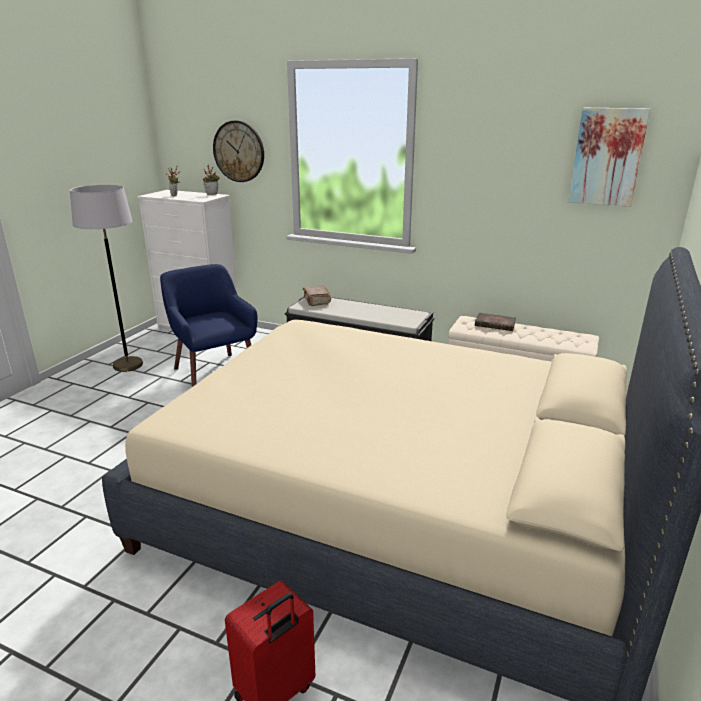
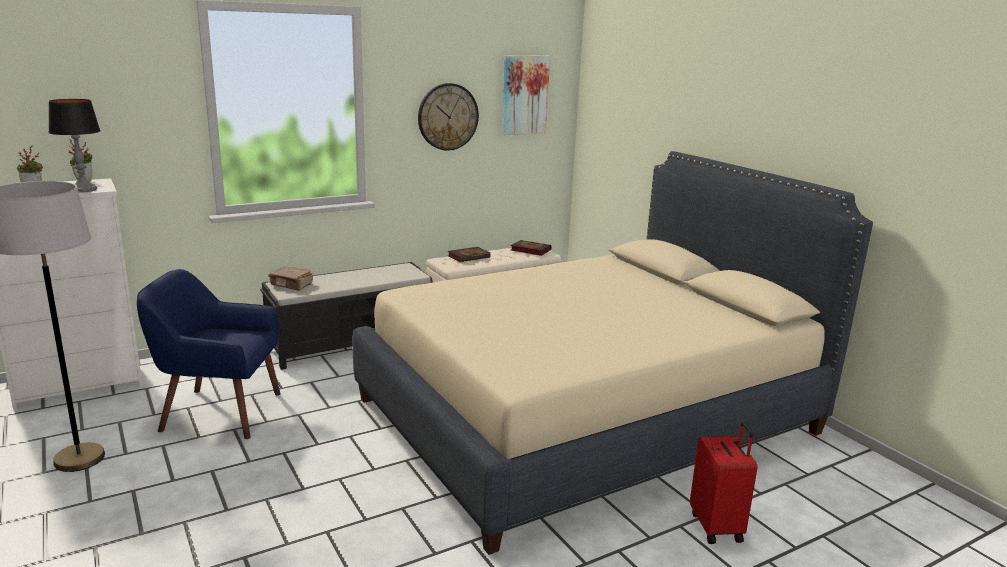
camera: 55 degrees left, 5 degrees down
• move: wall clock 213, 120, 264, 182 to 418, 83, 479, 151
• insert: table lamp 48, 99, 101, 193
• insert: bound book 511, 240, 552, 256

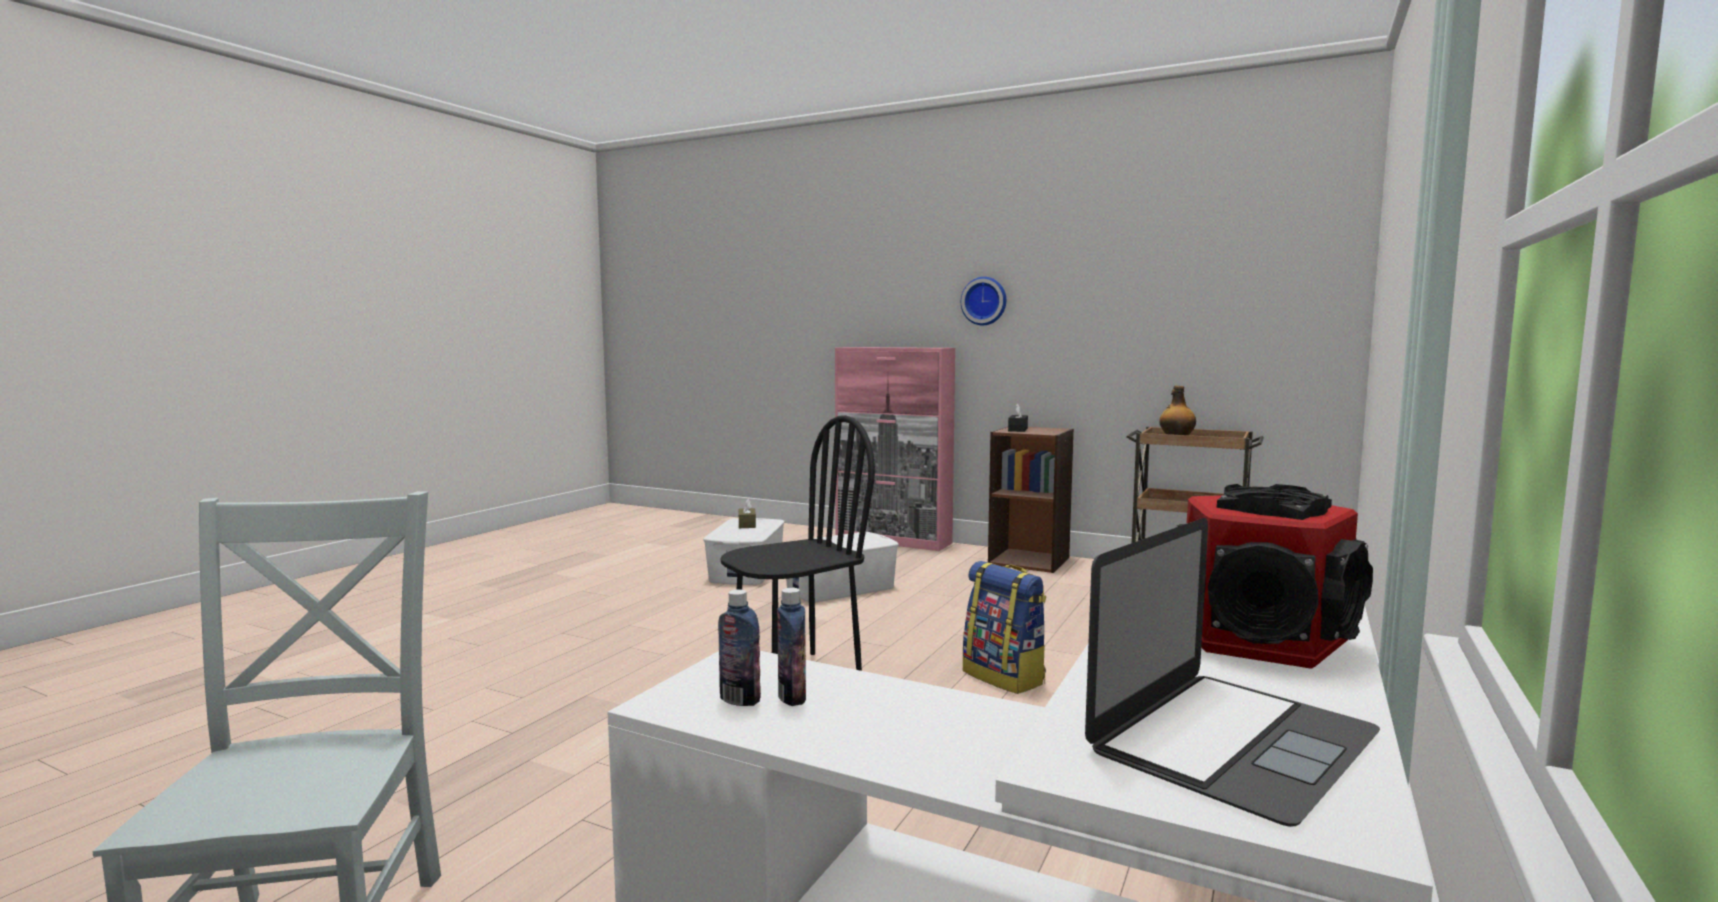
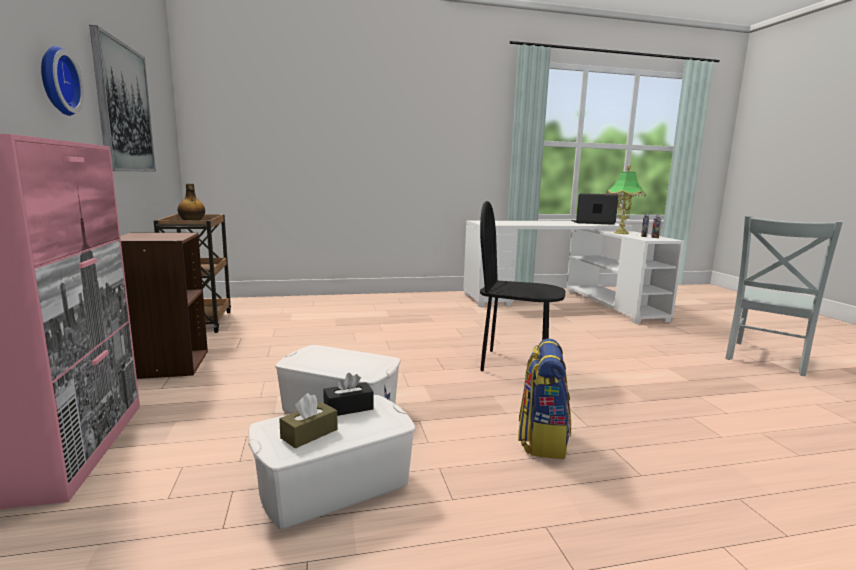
camera: 130 degrees left, 5 degrees up
• move: backpack 963, 561, 1046, 694 to 518, 339, 571, 459
• move: black-coloured tissue box 1008, 404, 1028, 432 to 323, 373, 374, 416
• delete: speaker 1176, 484, 1373, 669
• insert: wall picture 89, 25, 156, 171
• insert: table lamp 606, 166, 646, 234

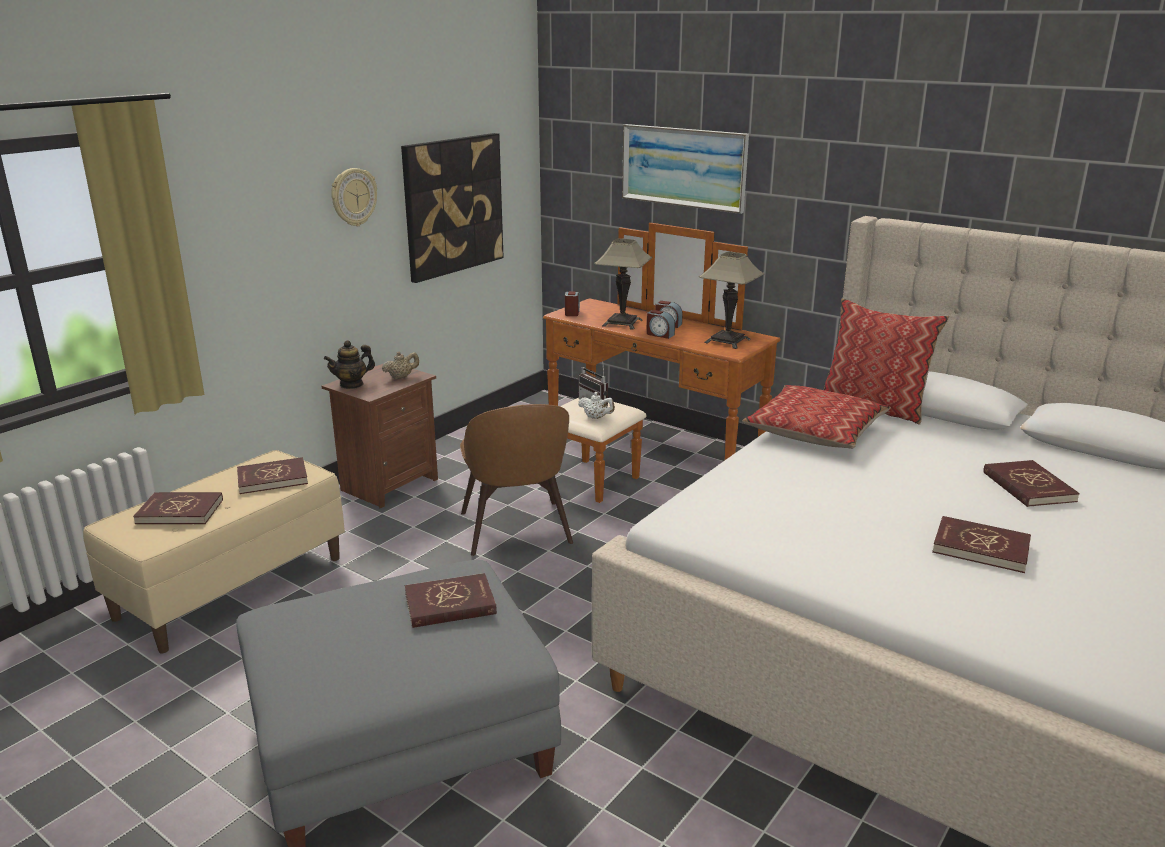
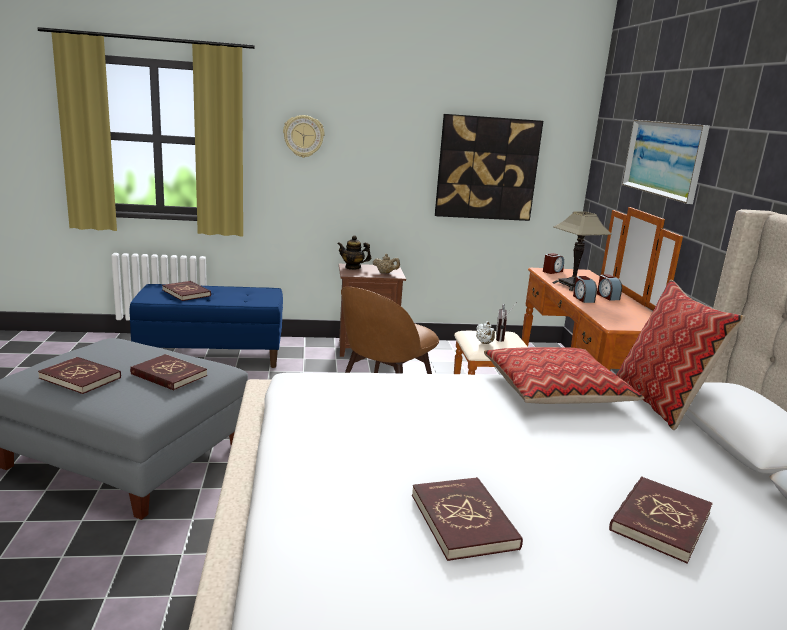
camera: 45 degrees right, 5 degrees down
• recolor: beige-coloured long seat 83, 450, 345, 653 to bluish long seat 129, 284, 283, 368
• move: red bound book 237, 457, 308, 494 to 38, 357, 121, 394
• move: wall clock 331, 168, 377, 226 to 283, 115, 324, 158
• delete: table lamp 699, 252, 764, 349

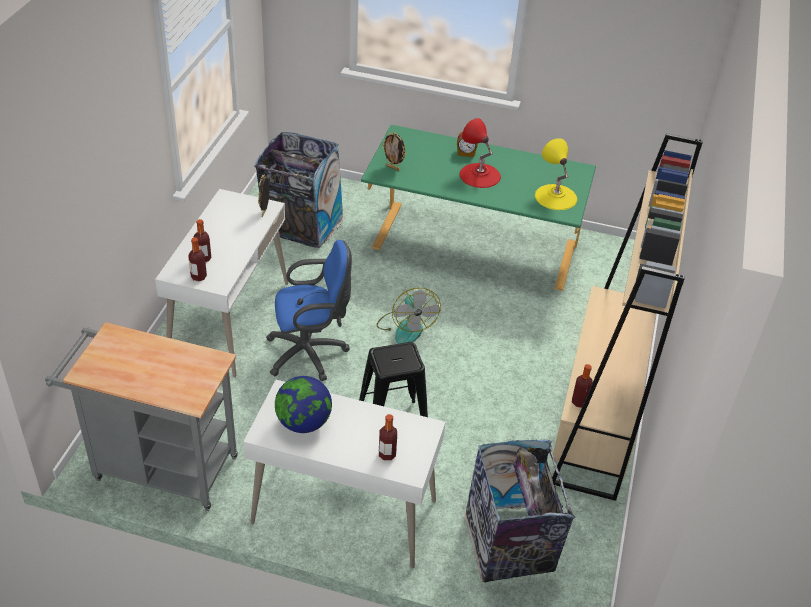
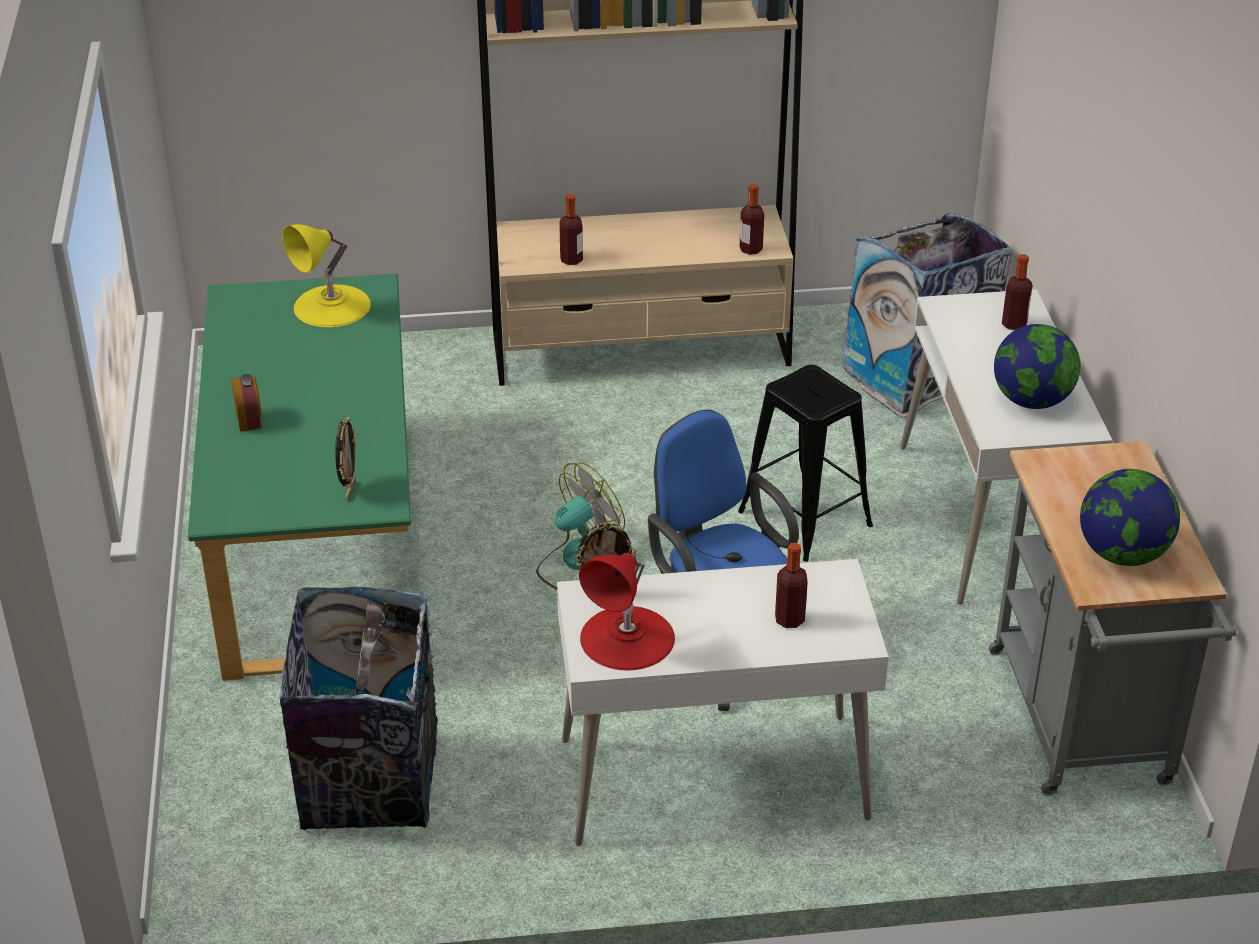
camera: 110 degrees left, 5 degrees down
• move: drink bottle 188, 237, 207, 281 to 559, 194, 583, 265
• move: red table lamp 459, 118, 501, 188 to 579, 553, 675, 670
• insert: desk globe 1080, 469, 1180, 566

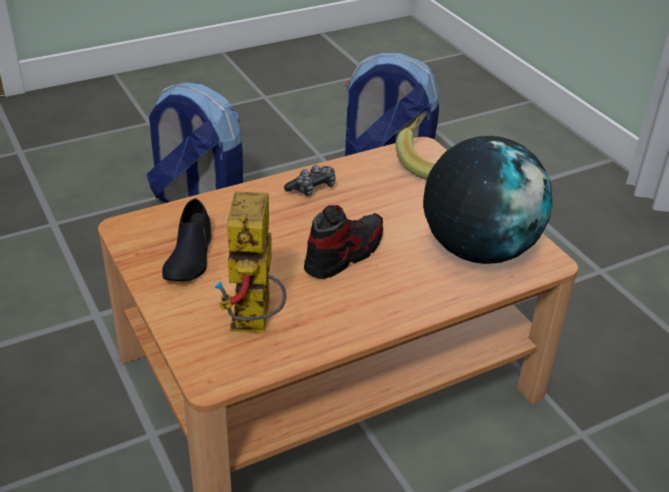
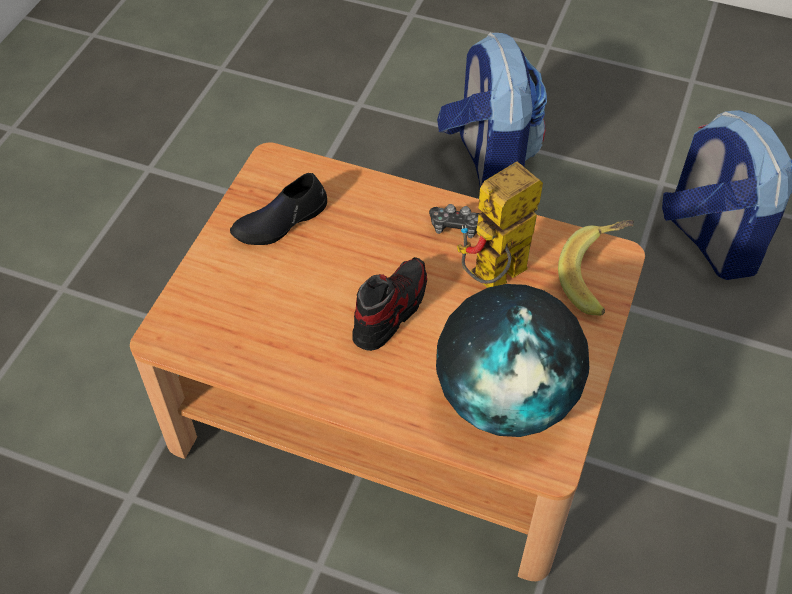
camera: 50 degrees right, 15 degrees up
• move: toy robot 214, 191, 286, 333 to 457, 162, 543, 288
• rotate: low shoe 304, 205, 383, 279 = 352, 257, 427, 351 60 degrees counterclockwise

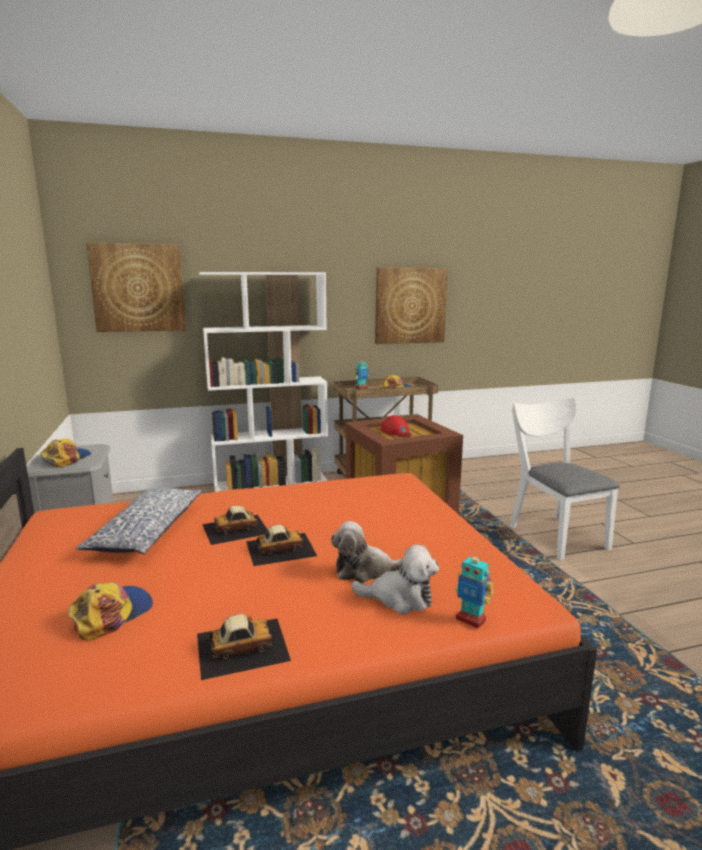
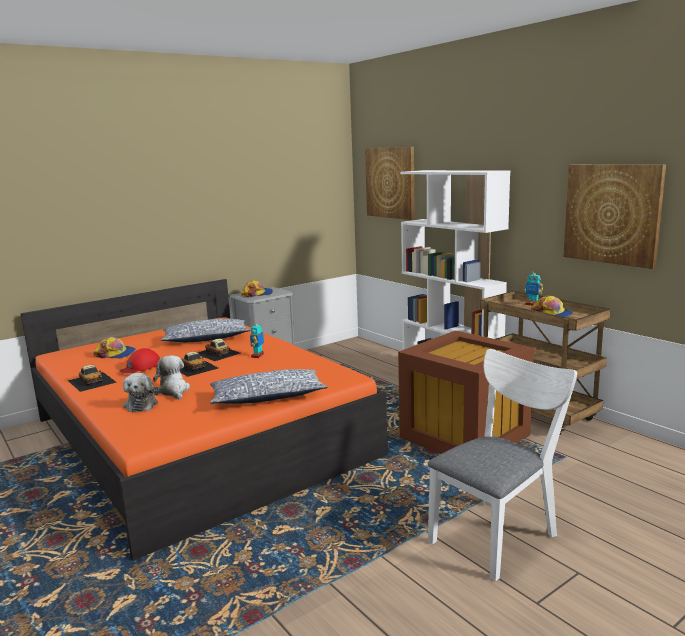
camera: 70 degrees right, 0 degrees up
• move: red cap 381, 415, 412, 437 to 119, 348, 160, 373
• move: toy robot 455, 551, 494, 629 to 250, 320, 264, 358
• insert: cushion 210, 369, 328, 404

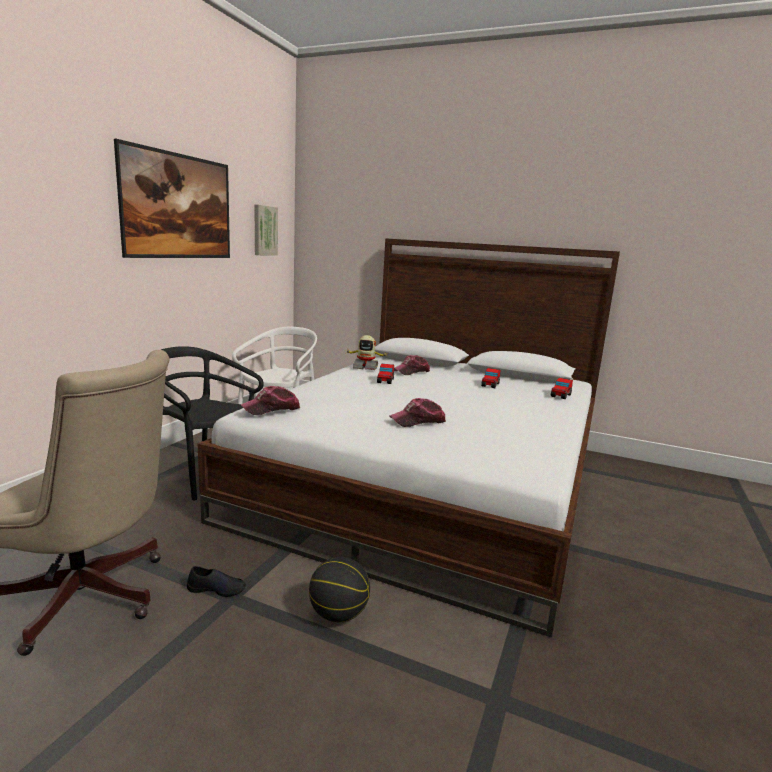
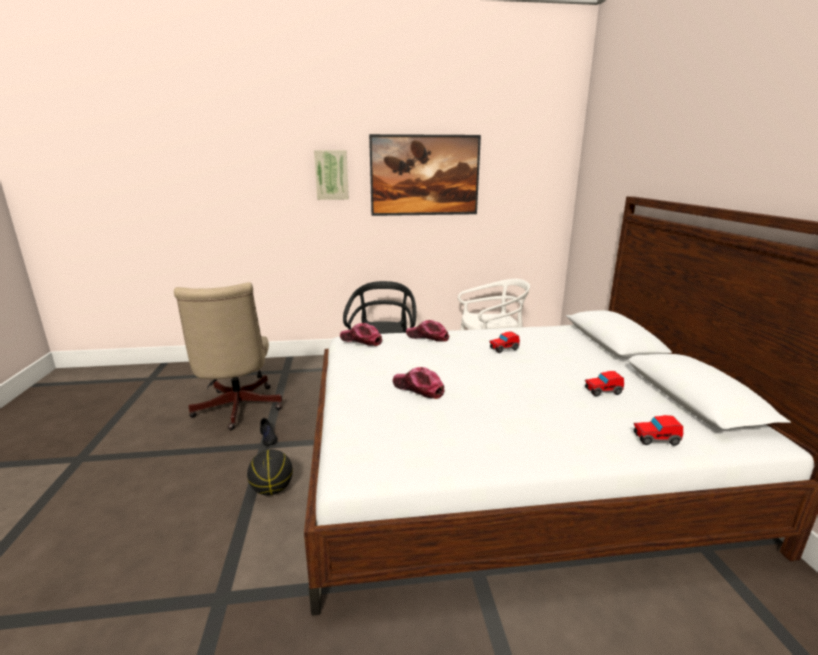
camera: 60 degrees right, 5 degrees up
• move: wall picture 254, 204, 278, 256 to 314, 150, 349, 200
• delete: toy robot 345, 335, 386, 370
• move: cap 394, 355, 430, 375 to 406, 320, 449, 342

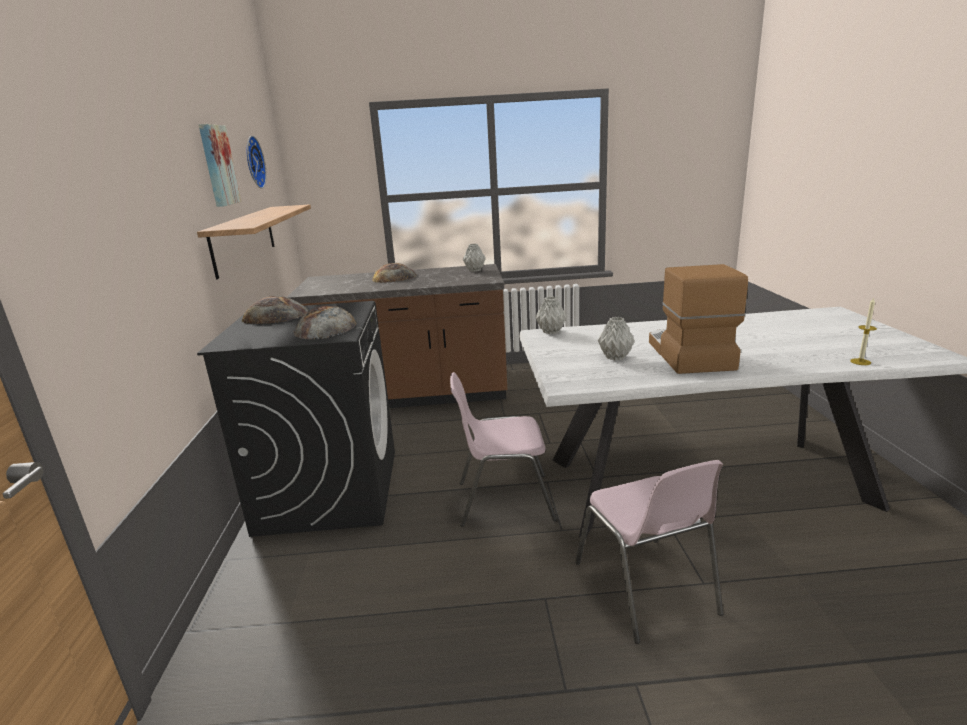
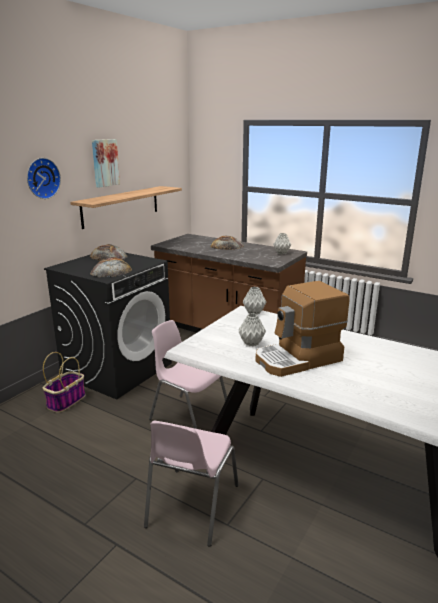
camera: 35 degrees right, 0 degrees up
• move: wall clock 246, 136, 267, 189 to 27, 158, 61, 199
• rotate: coffee machine 649, 264, 748, 374 = 255, 281, 349, 377 150 degrees counterclockwise
• delete: wax light 850, 297, 877, 365
• insert: basket 43, 352, 86, 413

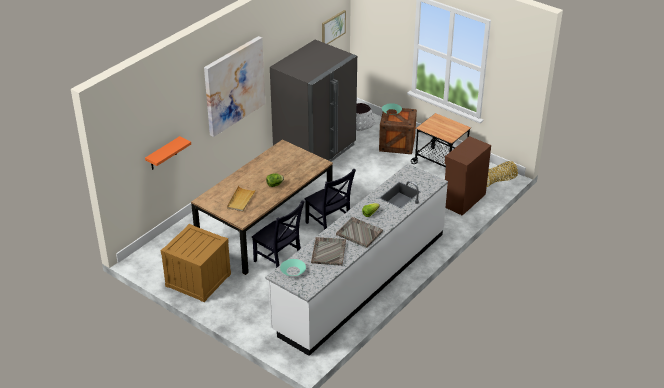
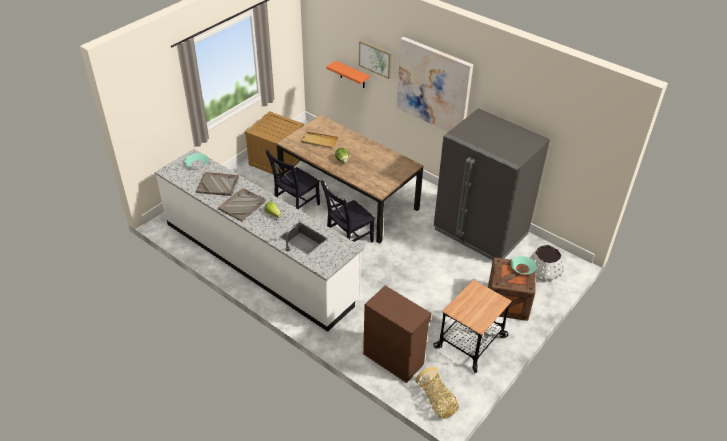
camera: 90 degrees right, 5 degrees up
• move: wall picture 322, 10, 346, 44 to 359, 40, 392, 79

